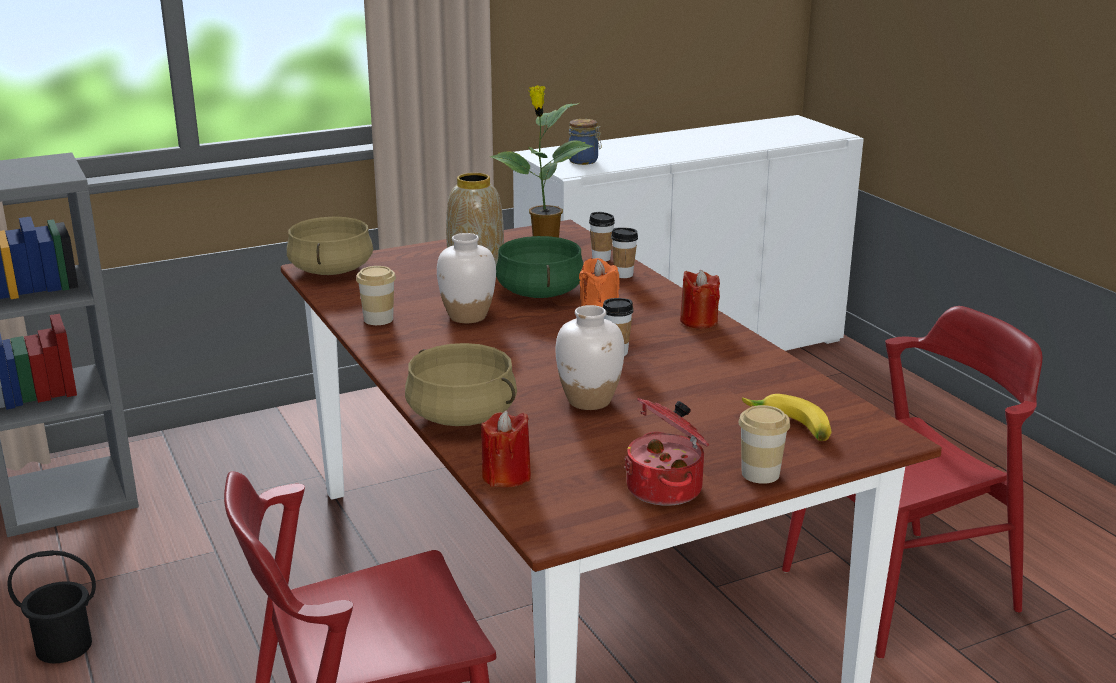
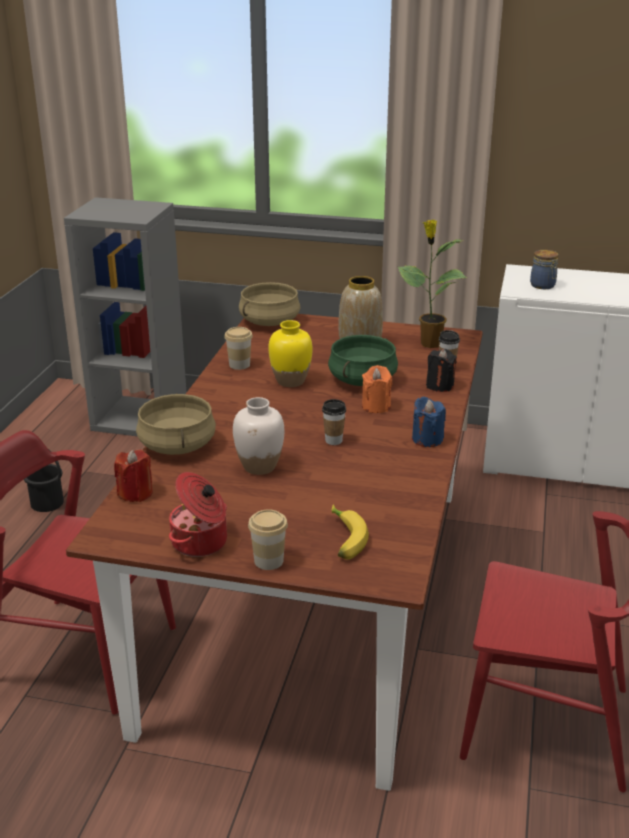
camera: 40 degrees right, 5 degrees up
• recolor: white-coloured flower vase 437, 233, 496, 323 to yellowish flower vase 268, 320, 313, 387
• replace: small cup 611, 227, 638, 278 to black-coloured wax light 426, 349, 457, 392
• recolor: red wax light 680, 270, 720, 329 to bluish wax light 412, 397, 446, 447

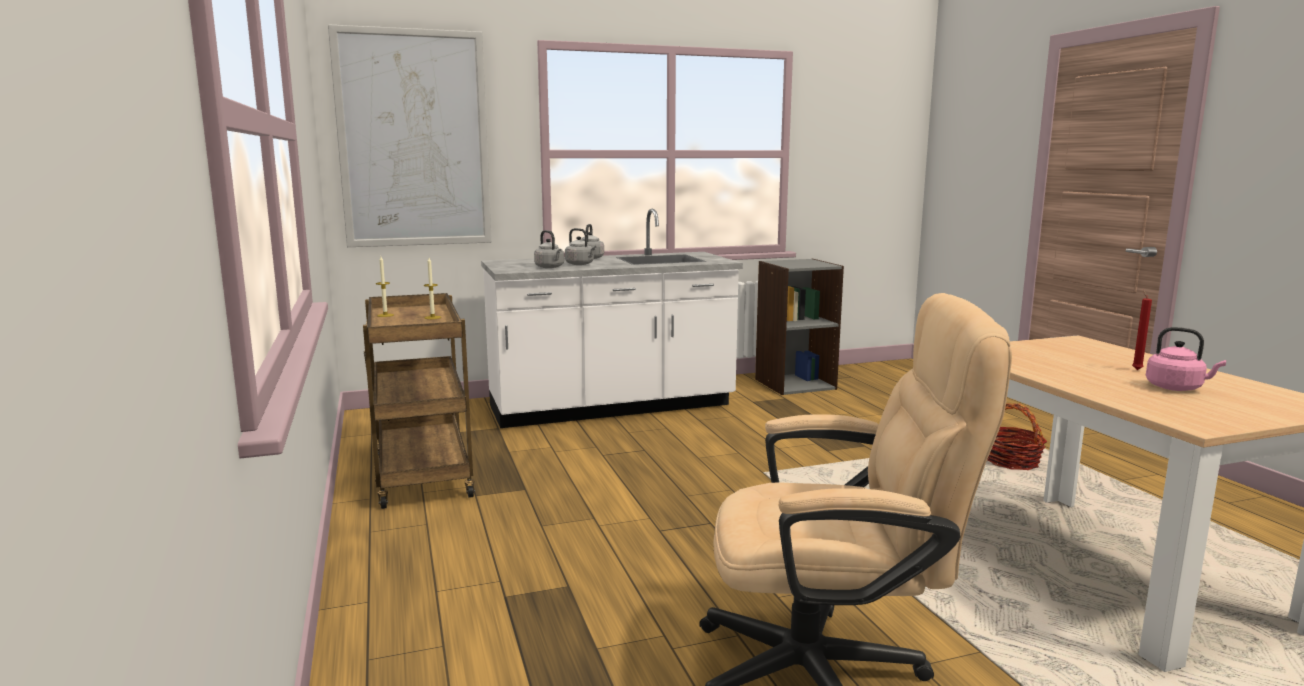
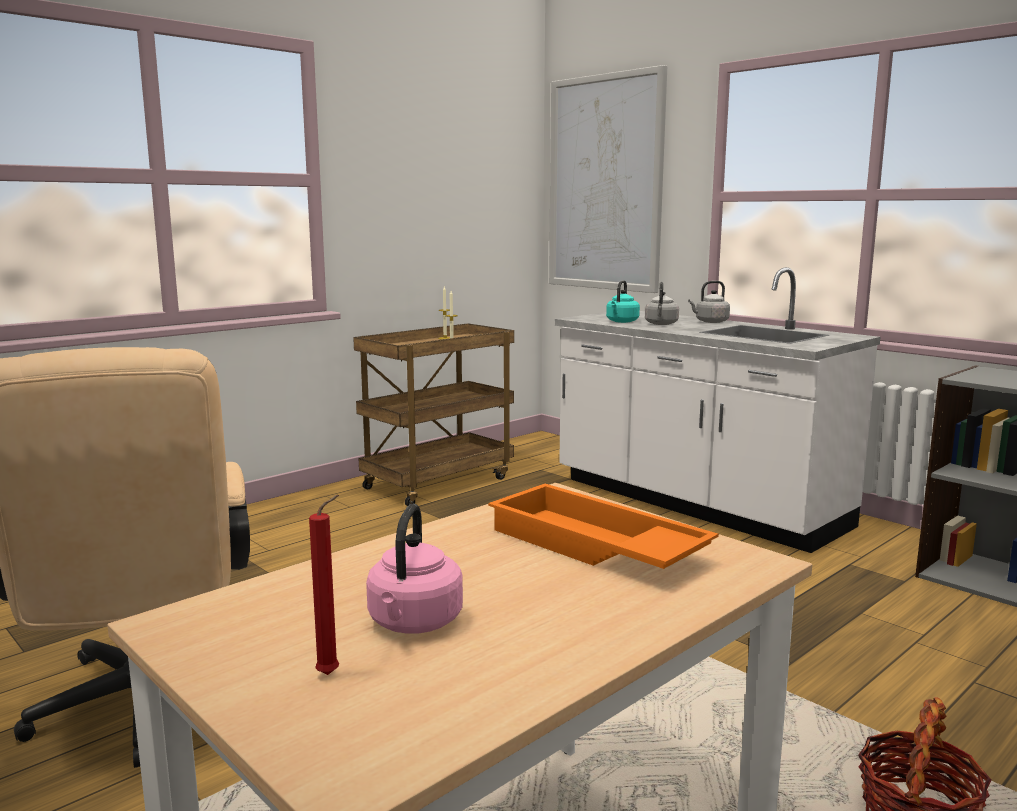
camera: 65 degrees right, 0 degrees up
• recolor: grey water kettle 534, 230, 564, 268 to blue-green water kettle 606, 280, 640, 323
• move: red wax light 1132, 290, 1152, 370 to 309, 495, 339, 675
• insert: orange tray 488, 484, 719, 569

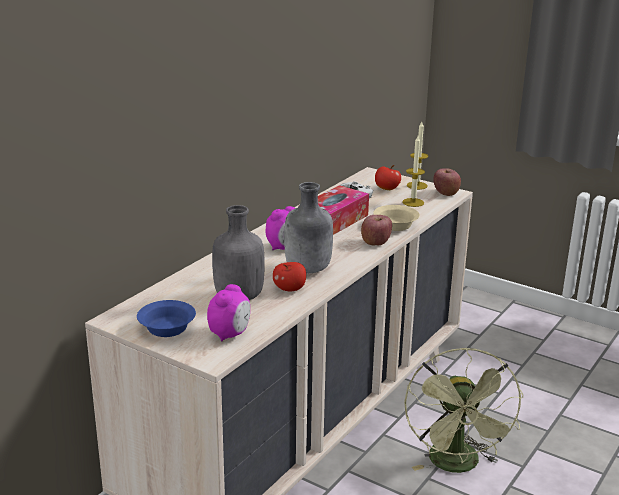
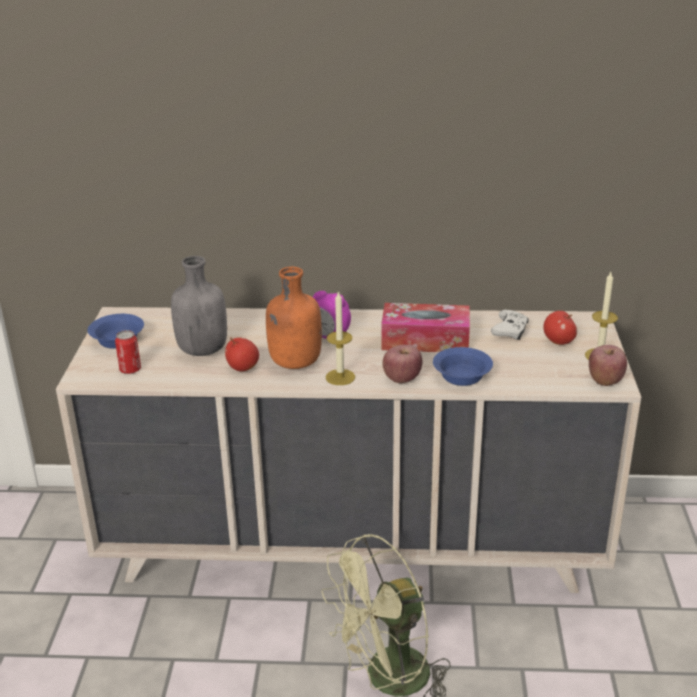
camera: 60 degrees right, 5 degrees up
• replace: bedside clock 207, 284, 250, 341 to sealed can 115, 330, 141, 374
• recolor: grey drink bottle 284, 182, 333, 273 to orange drink bottle 266, 267, 322, 369
• recolor: beige-coloured deep dish 373, 205, 420, 231 to bluish deep dish 433, 347, 493, 386
• move: wax light 402, 136, 425, 207 to 326, 291, 355, 385

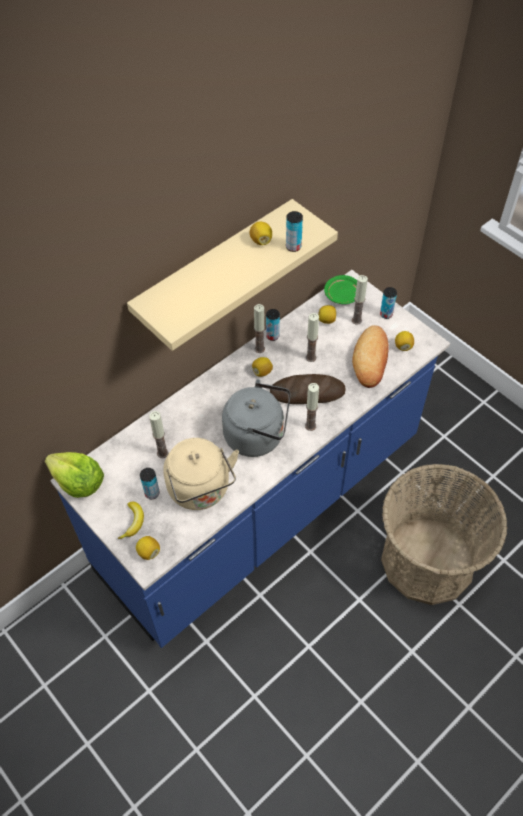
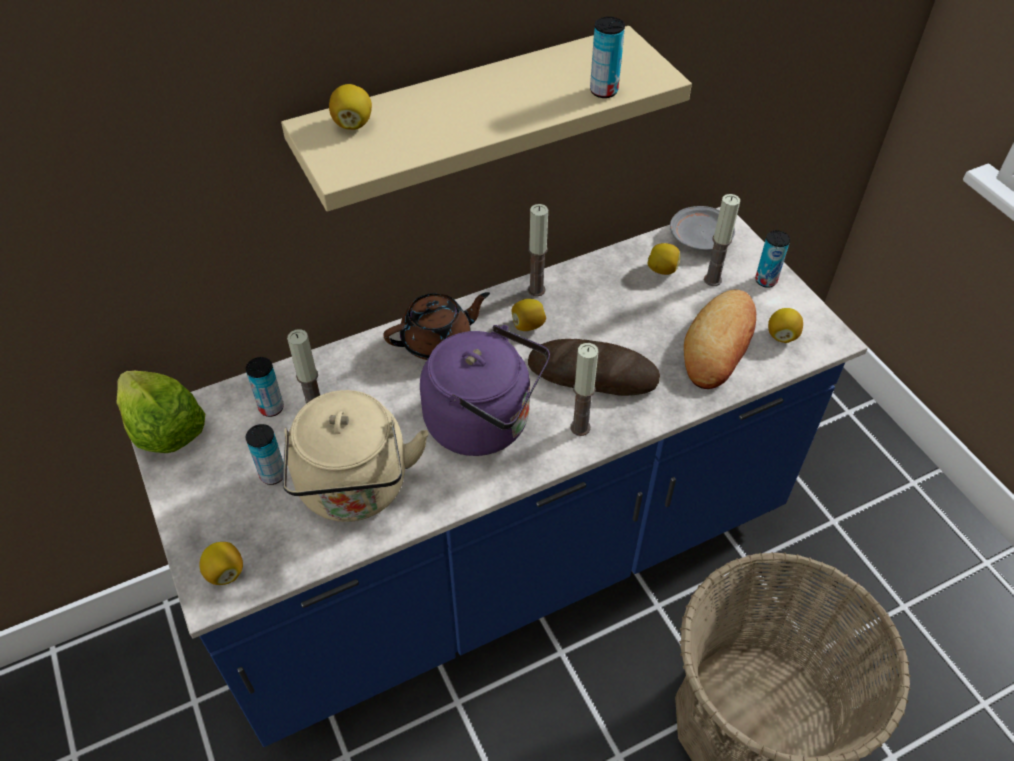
camera: 15 degrees right, 5 degrees down
• delete: banana 118, 502, 144, 539
• recolor: grey water kettle 222, 379, 291, 457 to purple water kettle 420, 325, 550, 456
• move: citrus fruit 249, 222, 272, 245 to 329, 84, 372, 130
• move: sealed can 266, 309, 280, 341 to 246, 357, 284, 417
• delete: wax light 306, 313, 319, 362
• recolor: green-coloured flat dish 324, 275, 357, 304 to grey flat dish 670, 206, 735, 251
• insert: brown-coloured pot for tea 383, 292, 490, 360

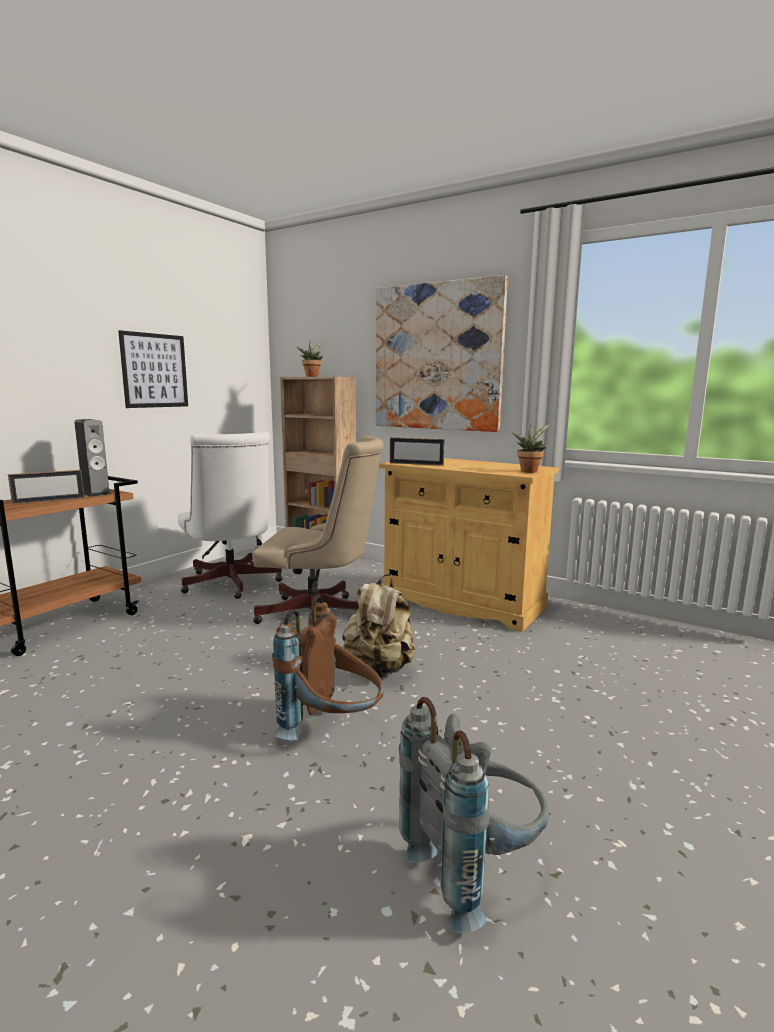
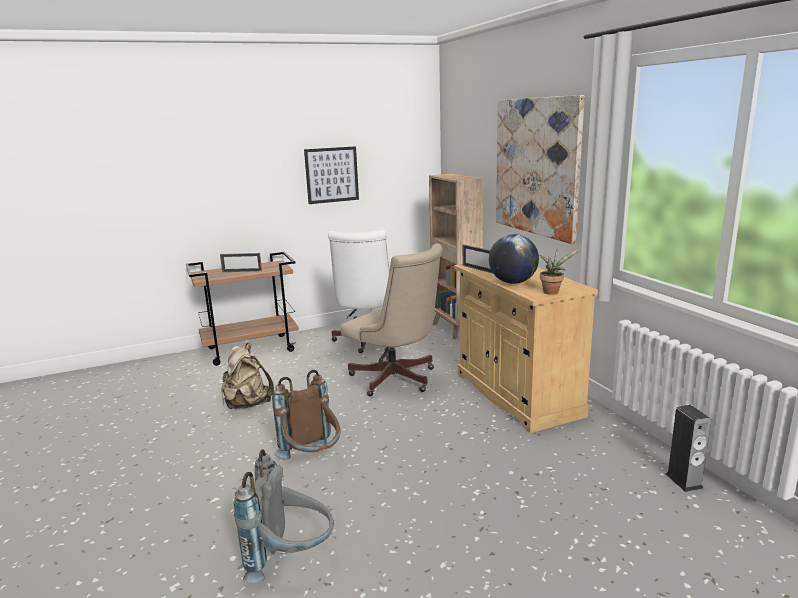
camera: 35 degrees right, 5 degrees up
• move: speaker 74, 419, 111, 497 to 666, 405, 711, 492
• delete: houseplant 297, 342, 323, 377
• move: beige-coloured backpack 342, 574, 416, 678 to 221, 343, 274, 410
• insert: desk globe 489, 234, 539, 284

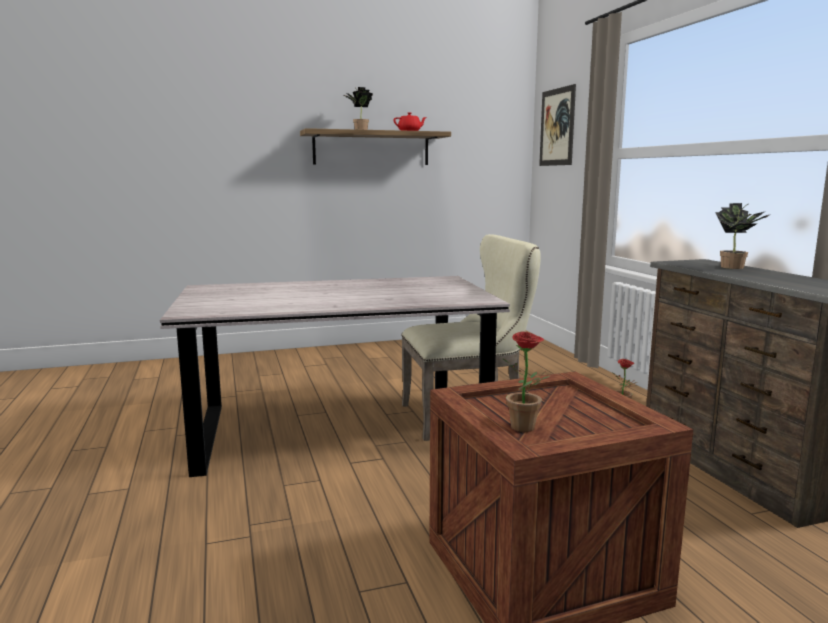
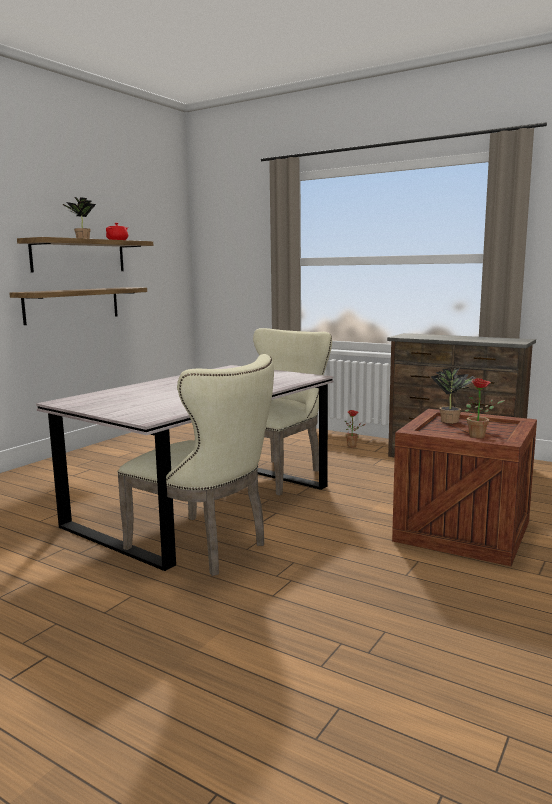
camera: 40 degrees left, 0 degrees up
• delete: wall picture 539, 84, 576, 166
• move: houseplant 715, 203, 771, 269 to 430, 368, 476, 423
• insert: shelf 9, 287, 147, 325
• insert: beige-coloured plain chair 117, 354, 274, 576

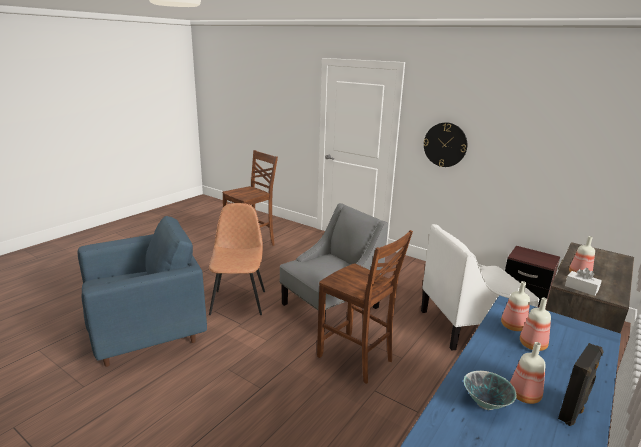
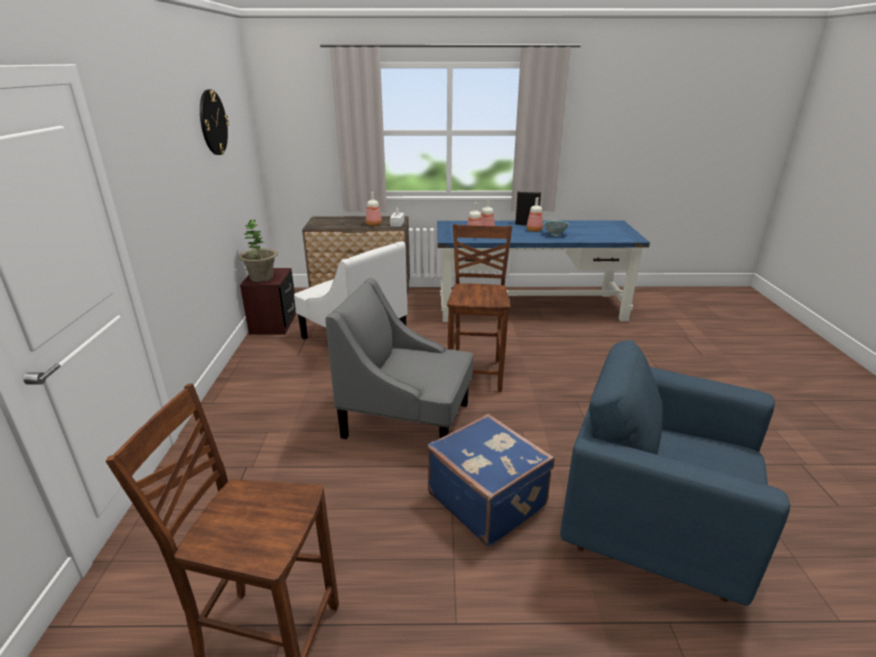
camera: 125 degrees left, 5 degrees up
• replace: brown-coloured plain chair 209, 203, 265, 315 to bluish suitcase 427, 414, 555, 547
• move: wall clock 424, 122, 467, 167 to 200, 89, 229, 155
• insert: houseplant 238, 220, 278, 282

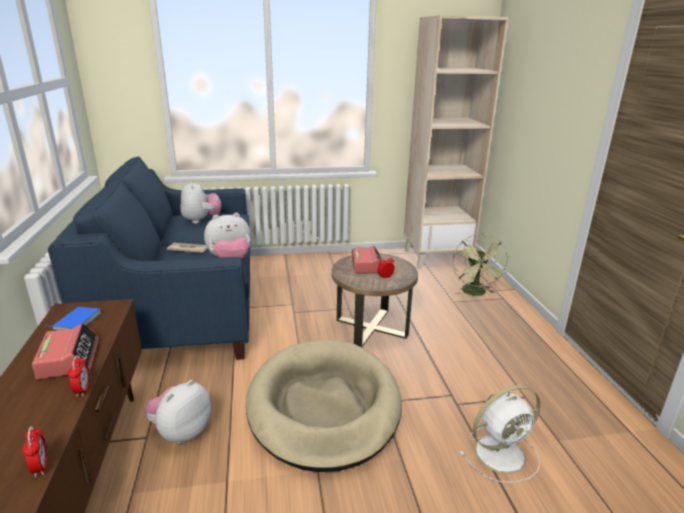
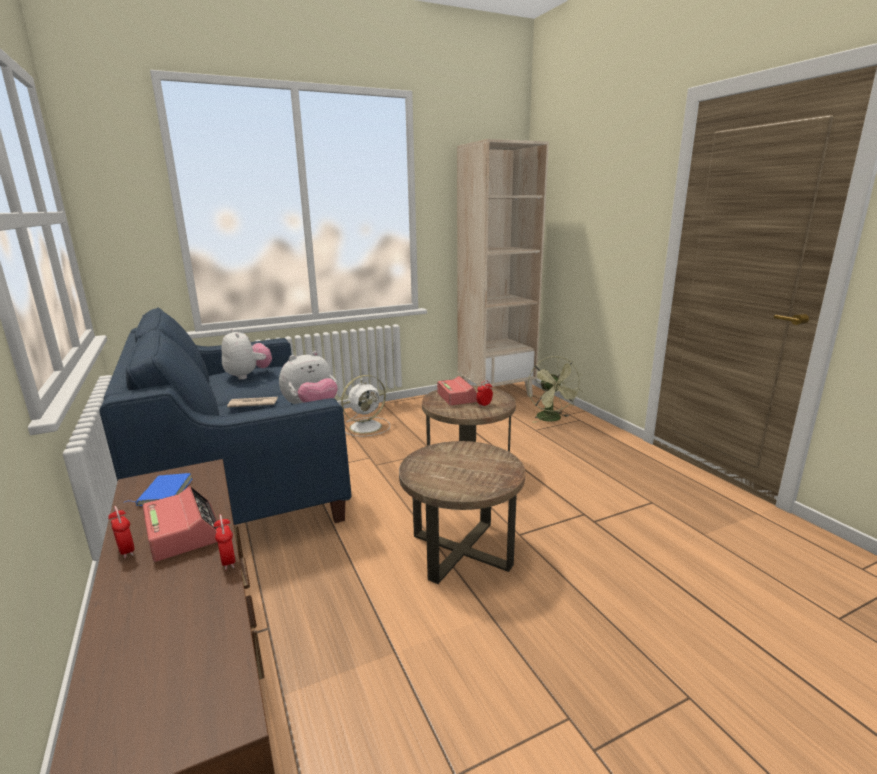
camera: 15 degrees left, 5 degrees down
• move: bedside clock 22, 426, 47, 477 to 108, 506, 134, 559
• delete: cuddly toy 144, 380, 211, 443
• replace: beige-coloured dog cushion 246, 340, 402, 472 to brown-coloured accent table 399, 441, 525, 584
• move: white-coloured fan 459, 385, 541, 483 to 341, 375, 390, 437

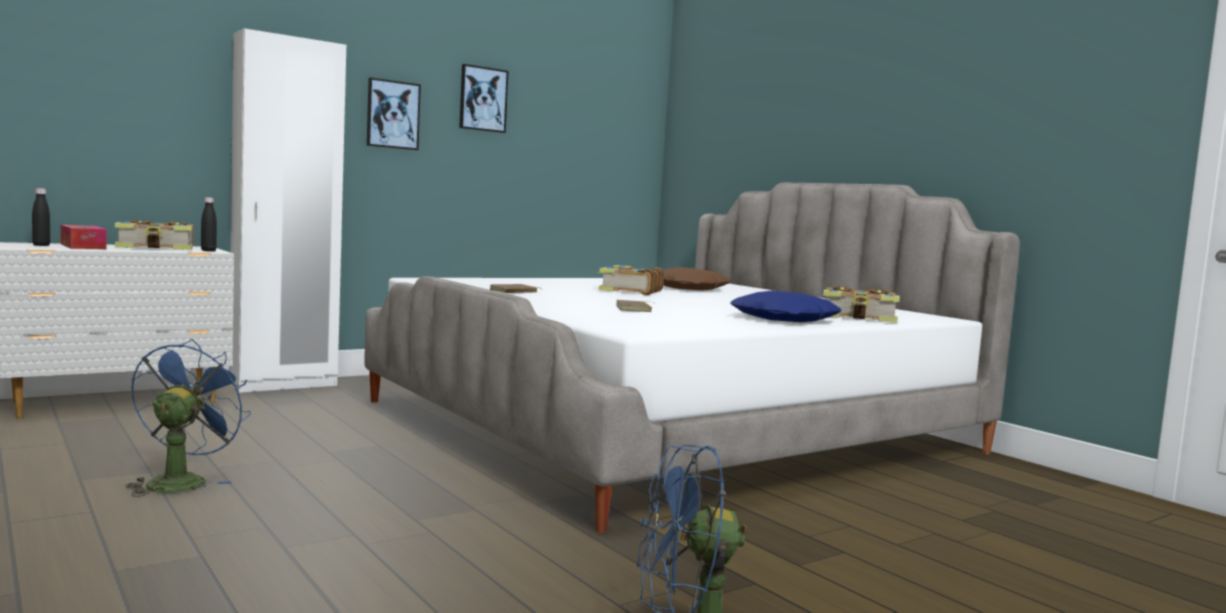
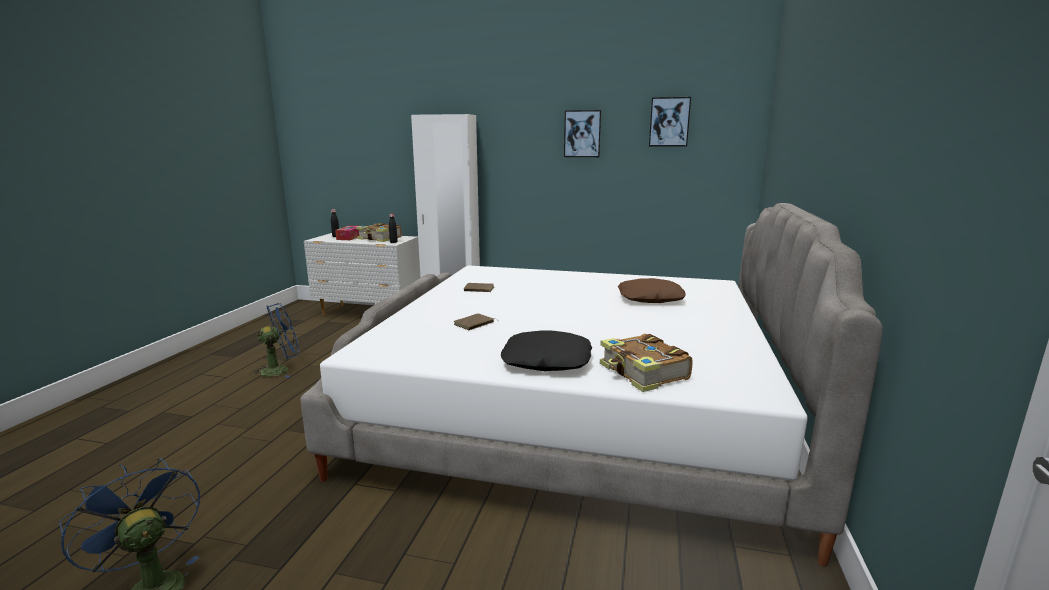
camera: 50 degrees right, 10 degrees up
• move: wall picture 367, 77, 421, 150 to 649, 97, 691, 147
• delete: bound book 597, 265, 664, 295
• recolor: bluish cushion 730, 290, 842, 322 to black-coloured cushion 501, 330, 592, 371

